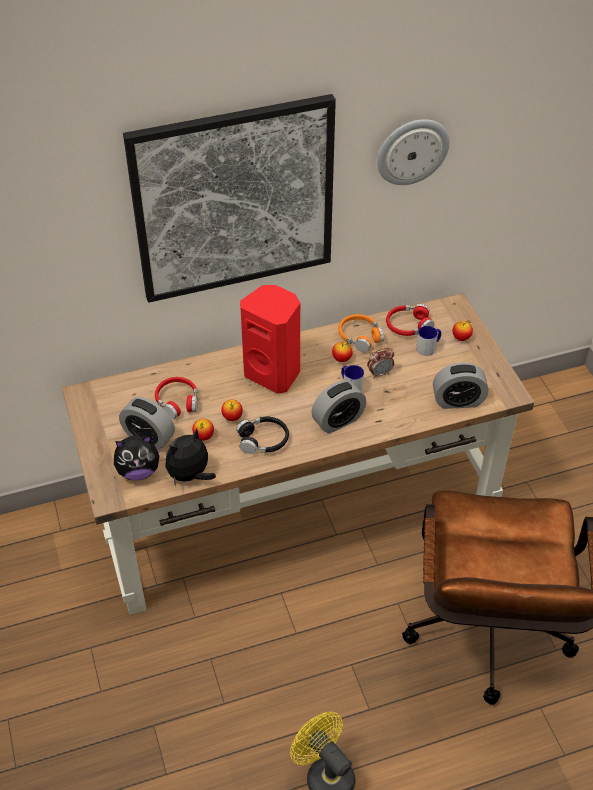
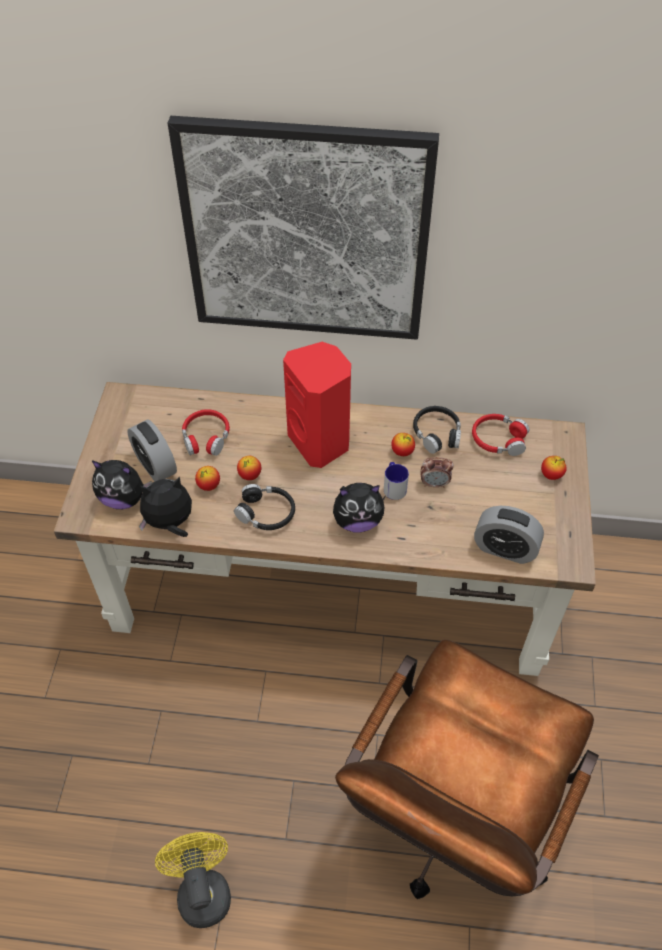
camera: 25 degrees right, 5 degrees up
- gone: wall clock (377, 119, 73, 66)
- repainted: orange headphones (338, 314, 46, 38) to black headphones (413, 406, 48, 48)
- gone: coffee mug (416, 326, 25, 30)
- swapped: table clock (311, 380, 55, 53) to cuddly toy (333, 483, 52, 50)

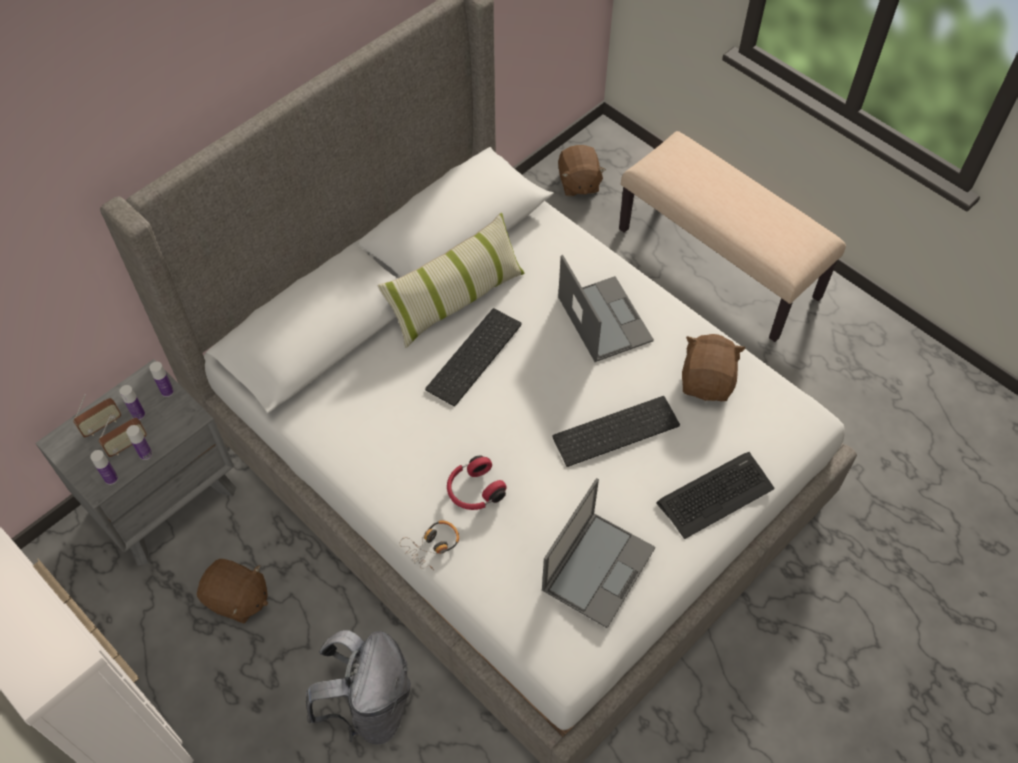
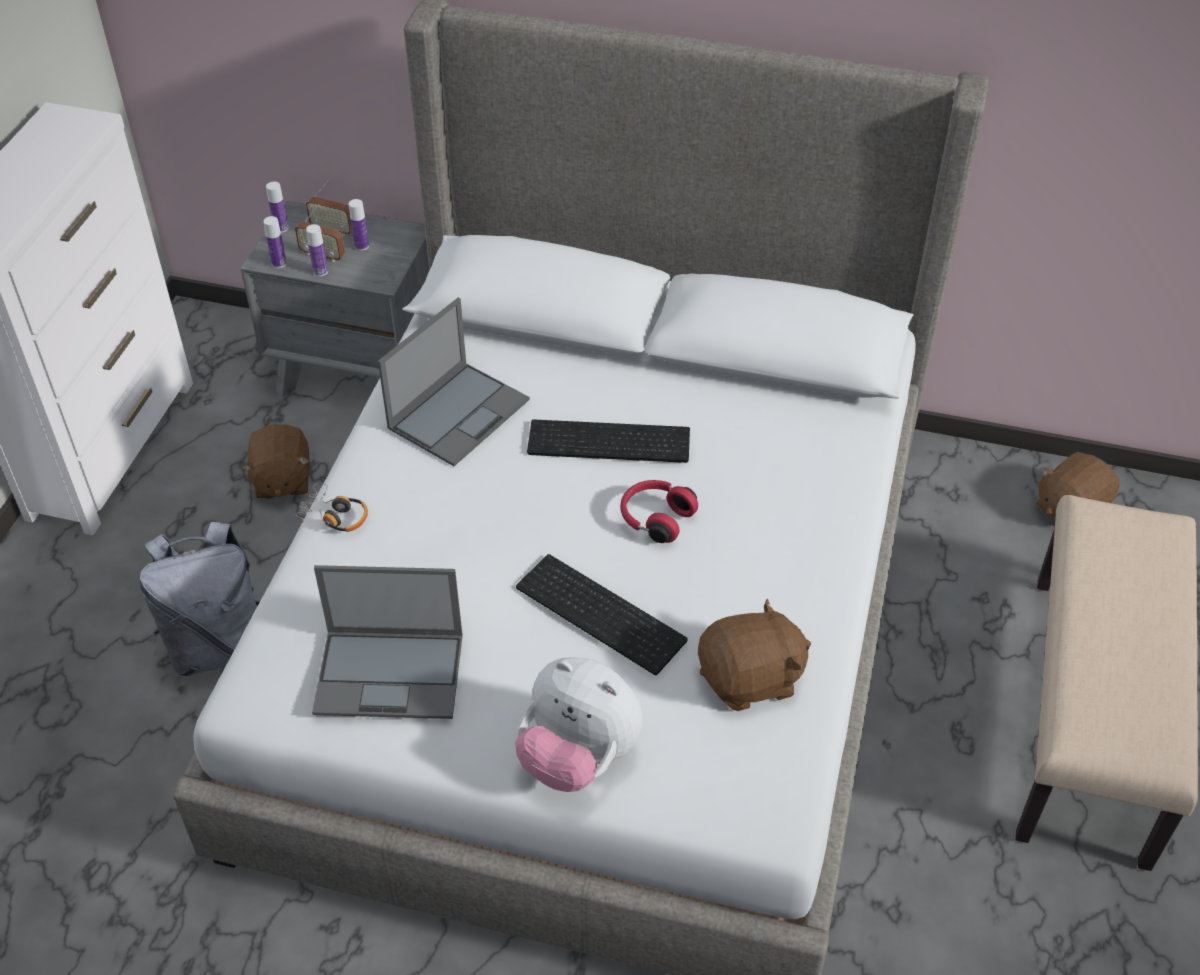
camera: 60 degrees right, 10 degrees down
- gone: throw pillow (378, 213, 147, 135)
- shifted: laptop (558, 255, 96, 107) to (378, 297, 152, 169)
- shifted: beverage bottle (149, 362, 25, 35) to (266, 182, 22, 51)
- swapped: computer keyboard (656, 452, 119, 87) to cuddly toy (515, 657, 128, 135)
- shifted: red headphones (447, 455, 60, 55) to (620, 480, 78, 63)

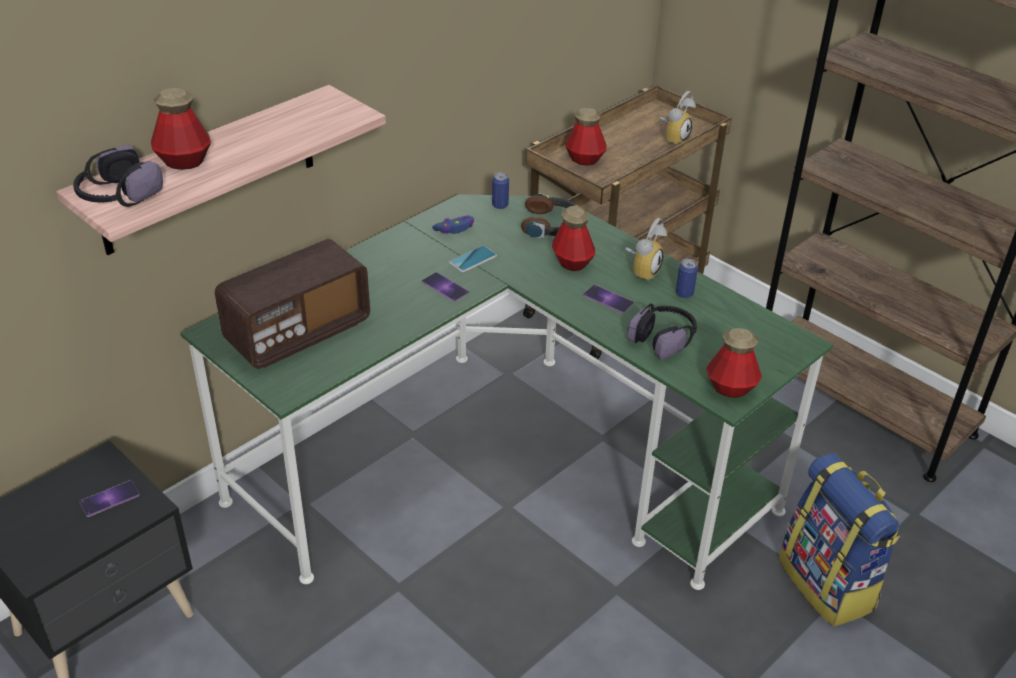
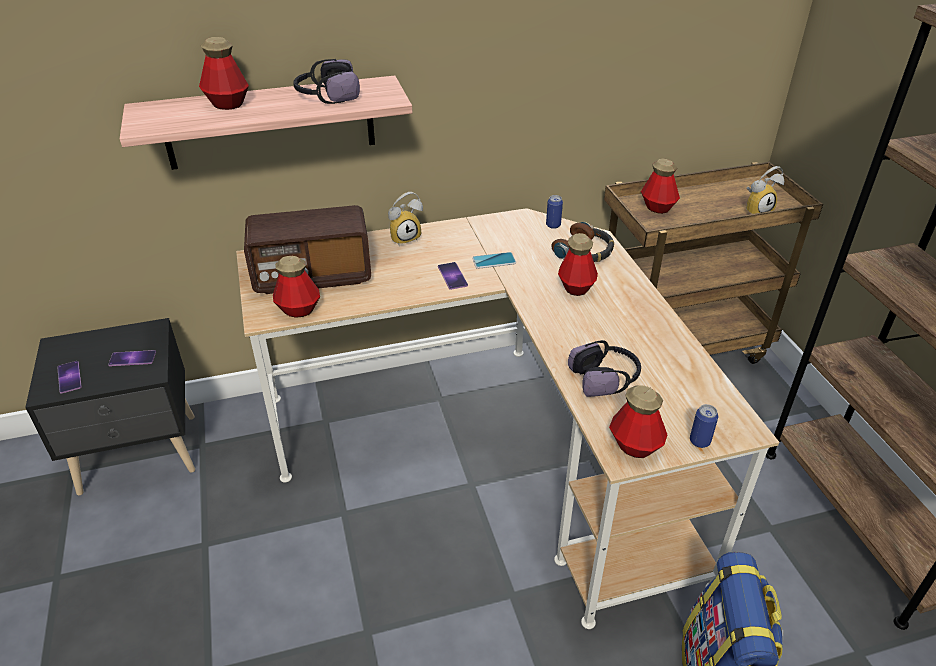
camera: 30 degrees right, 0 degrees up
- shifted: headphones (73, 145, 90, 62) to (293, 59, 67, 45)
- repainted: green desk (180, 194, 653, 396) to beige desk (236, 208, 543, 421)
- gone: blue game controller (432, 215, 42, 19)
- shifted: table clock (625, 218, 42, 63) to (388, 192, 35, 54)
- shifted: can (676, 259, 22, 39) to (690, 404, 28, 44)
- shifted: telephone (583, 285, 51, 28) to (57, 361, 25, 33)
- new: beverage bottle (273, 256, 47, 62)

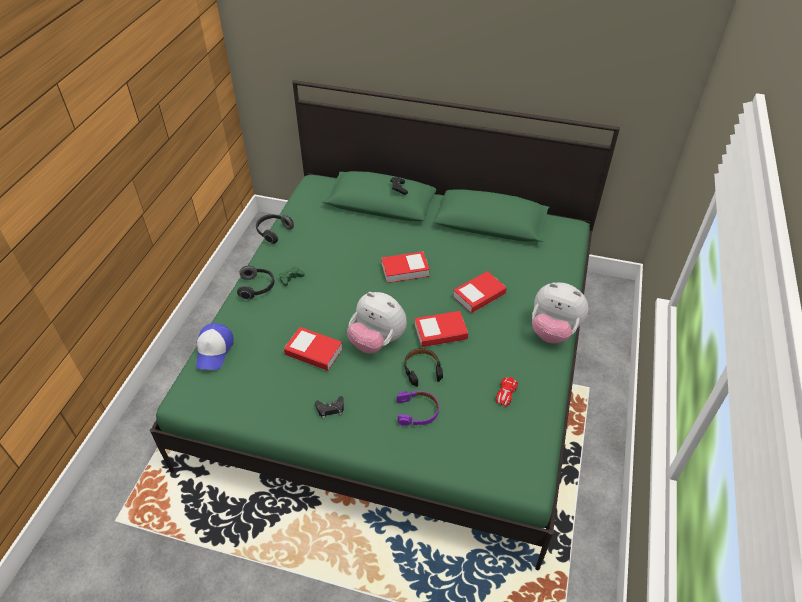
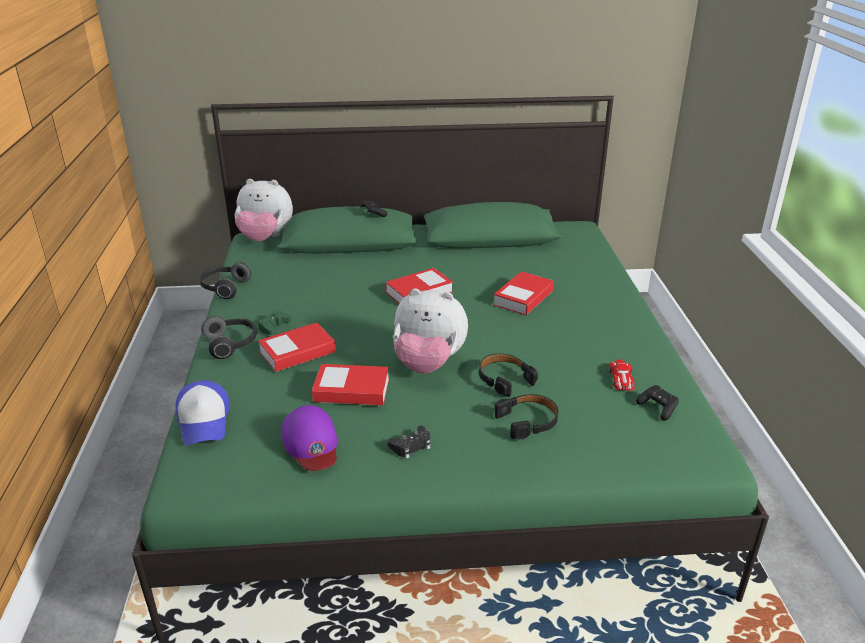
camera: 20 degrees left, 15 degrees down
- shifted: cuddly toy (532, 282, 57, 61) to (234, 179, 59, 62)
- shifted: volume (415, 311, 53, 36) to (258, 323, 78, 49)
- repainted: purple-coloured headphones (397, 391, 42, 35) to black headphones (494, 394, 64, 46)
- new: black game controller (636, 385, 43, 36)
- new: purple-coloured peaked cap (282, 405, 56, 66)

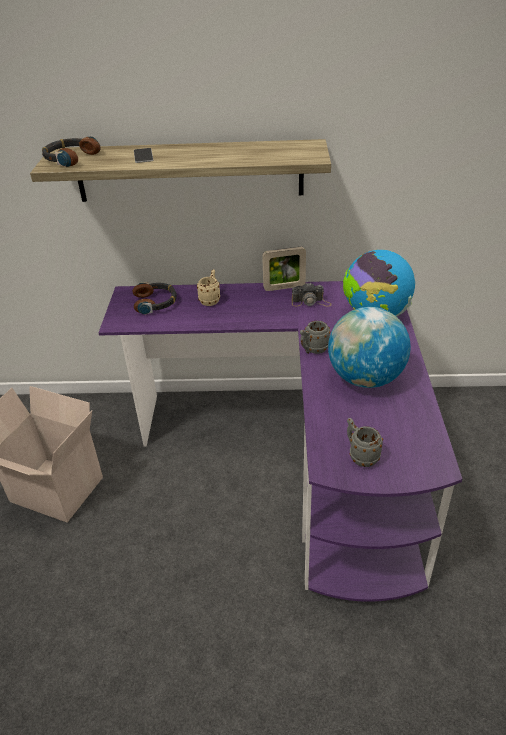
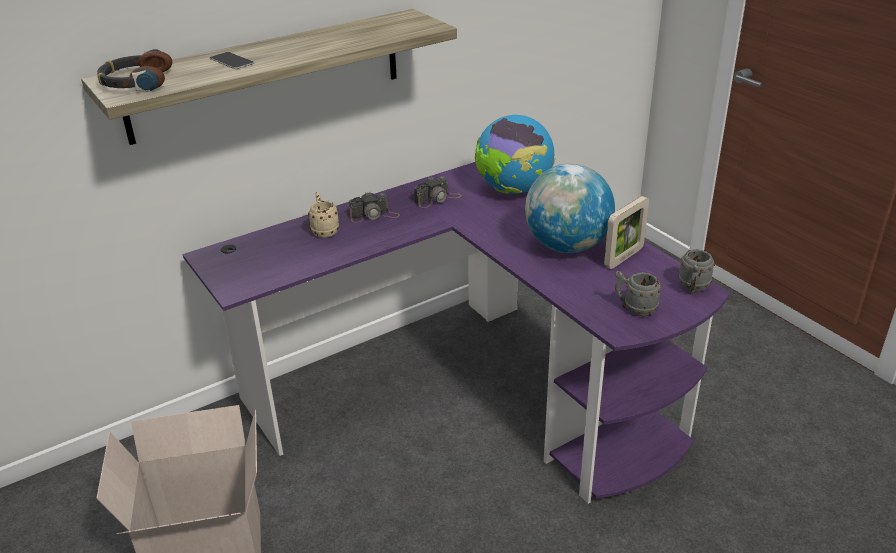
camera: 35 degrees left, 5 degrees down
- shifted: standing frame (262, 247, 44, 44) to (604, 196, 45, 73)
- gone: headphones (132, 282, 45, 33)
- shifted: grey coffee mug (300, 321, 30, 33) to (679, 249, 36, 45)
- new: photo camera (349, 192, 51, 31)

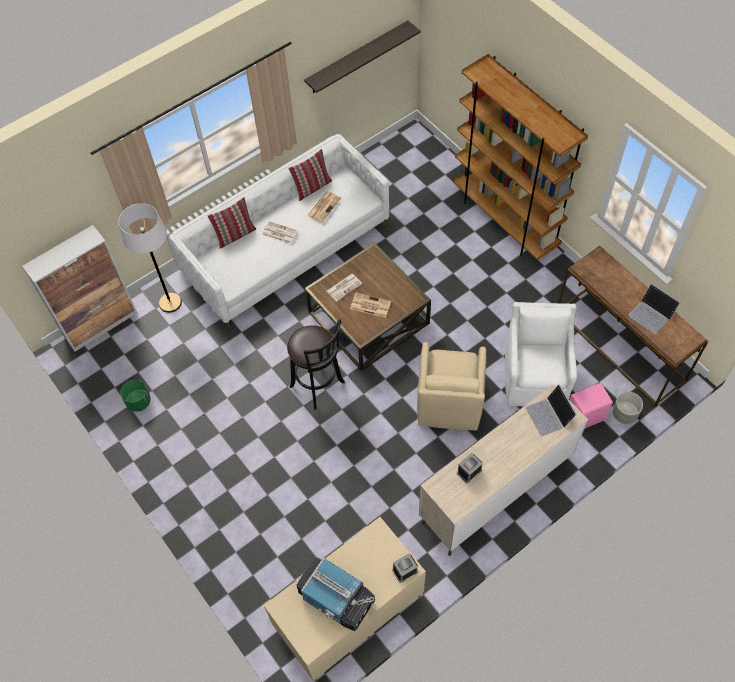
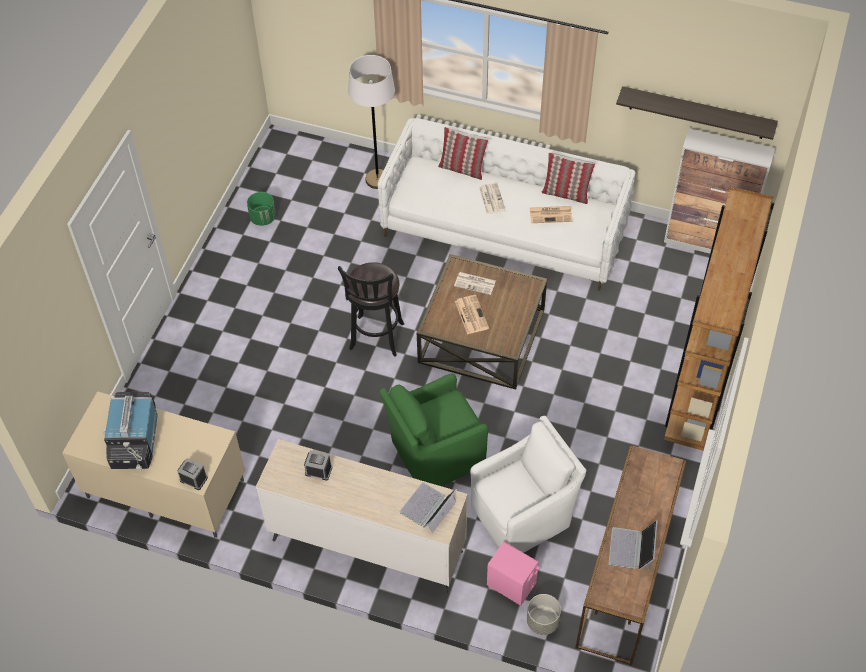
camera: 55 degrees right, 5 degrees down
- shifted: cupboard (22, 225, 115, 127) to (664, 128, 111, 126)
- repainted: beige easy chair (417, 342, 69, 89) to green easy chair (379, 374, 110, 112)

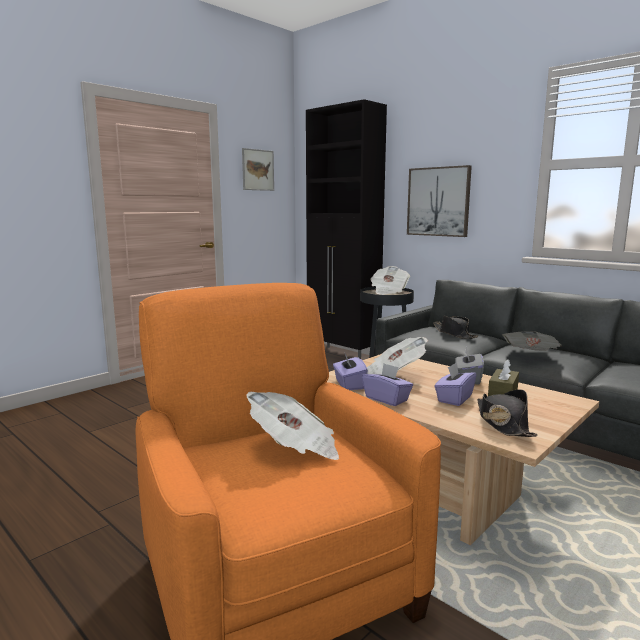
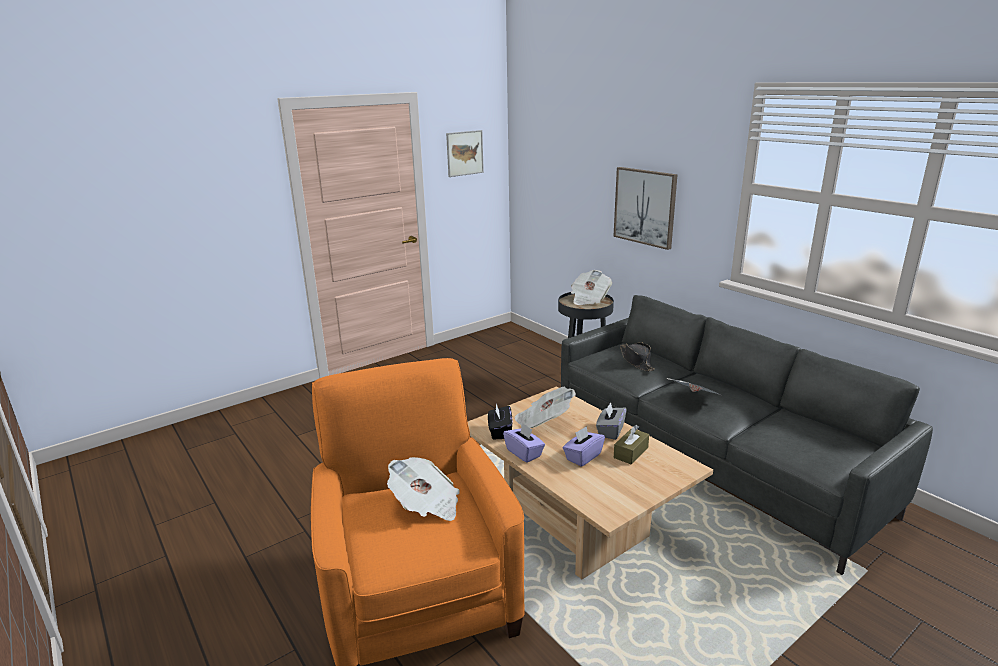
camera: 10 degrees right, 10 degrees up
- gone: black cupboard (306, 99, 81, 260)
- repainted: purple-coloured tissue holder (333, 354, 35, 36) to black tissue holder (488, 404, 24, 35)
- gone: black clothing hat (477, 389, 61, 48)

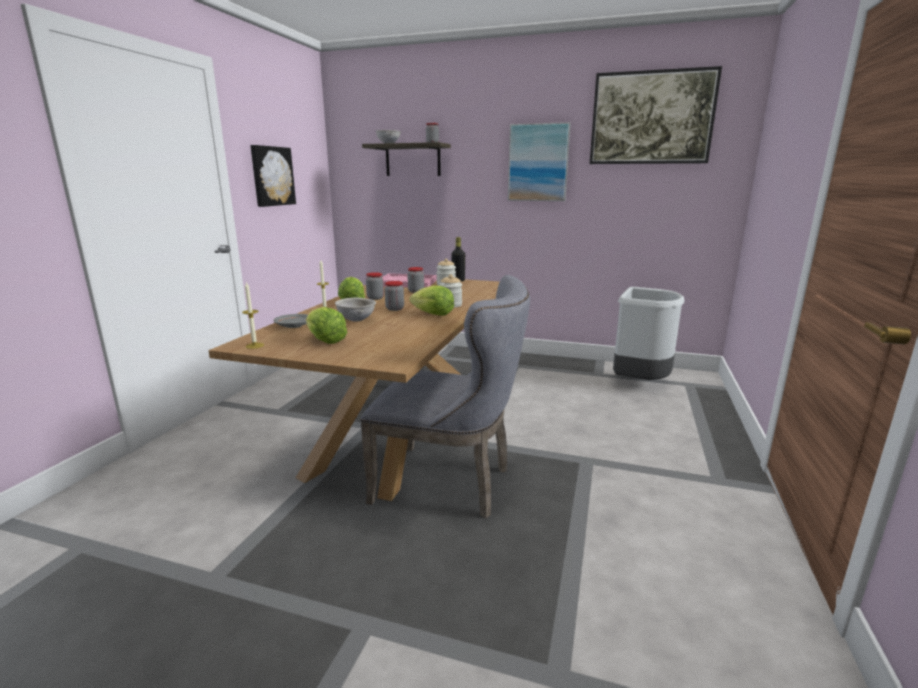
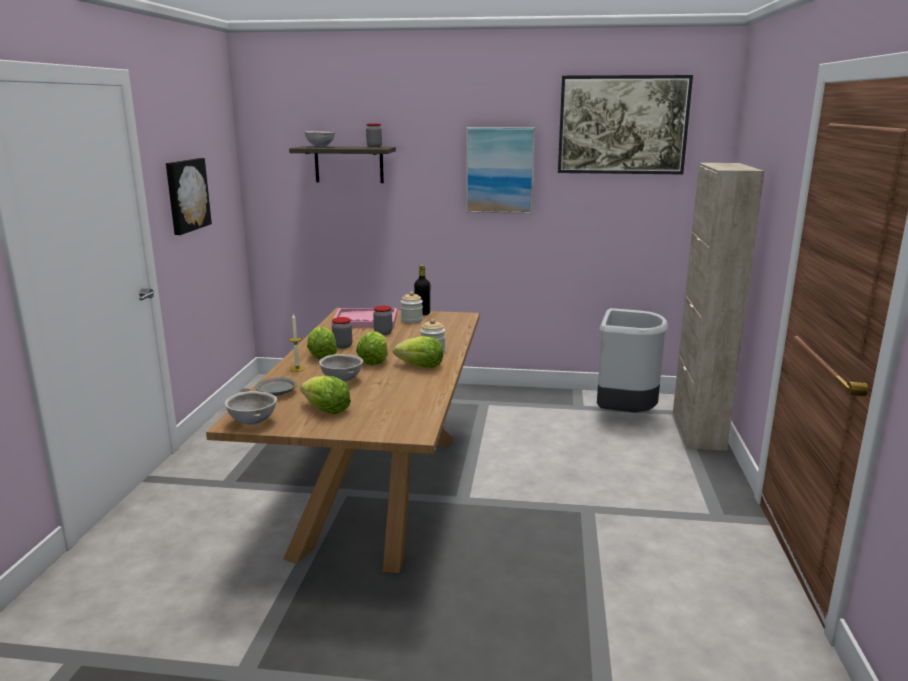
camera: 10 degrees left, 0 degrees up
- gone: grey chair (360, 275, 170, 244)
- swapped: storage jar (385, 281, 19, 30) to lettuce head (356, 331, 32, 35)
- swapped: wax candle (242, 282, 22, 67) to grey bowl (225, 391, 52, 34)
- new: beige cupboard (673, 163, 92, 288)

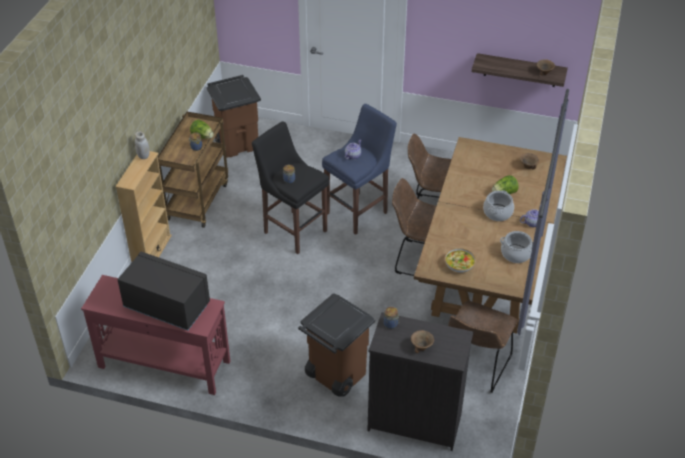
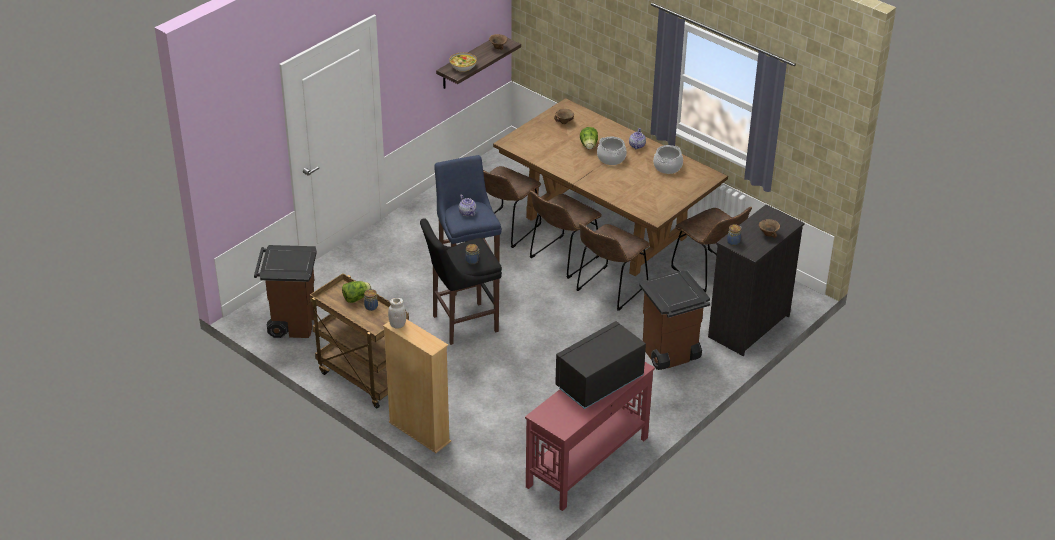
camera: 65 degrees left, 5 degrees down
- shifted: bowl (445, 248, 31, 25) to (449, 52, 28, 20)
- new: brownish chair (576, 223, 74, 88)

